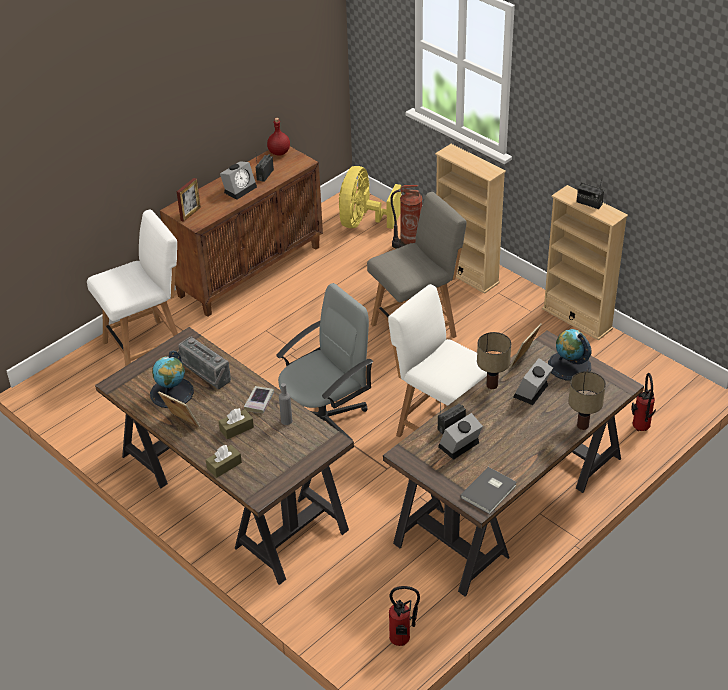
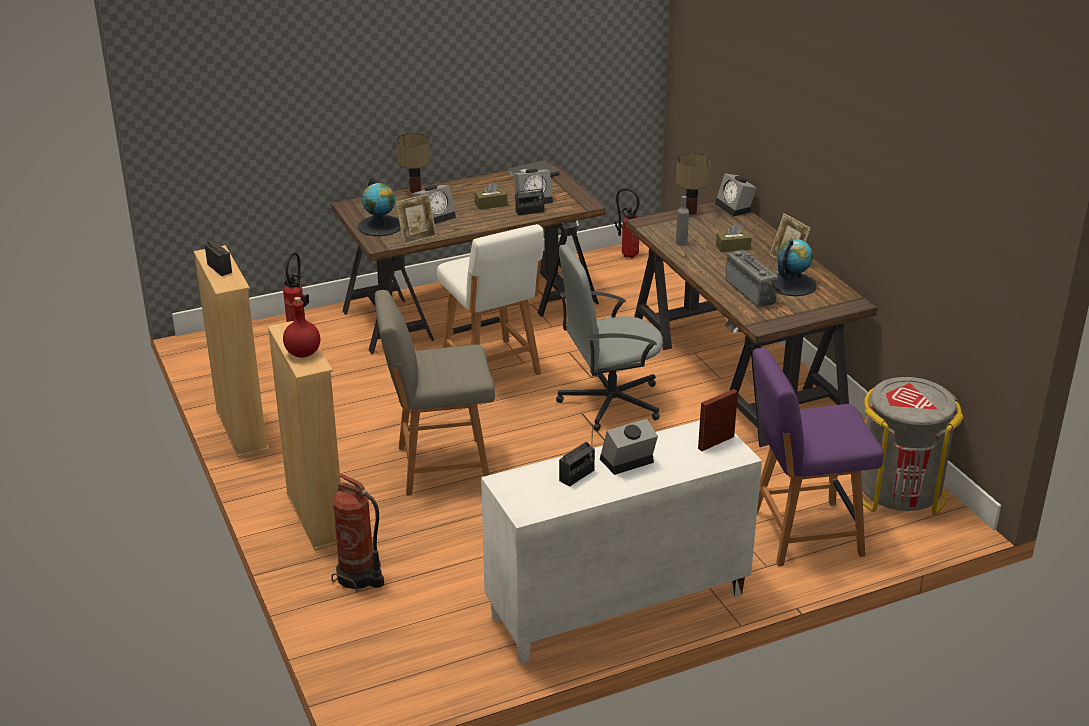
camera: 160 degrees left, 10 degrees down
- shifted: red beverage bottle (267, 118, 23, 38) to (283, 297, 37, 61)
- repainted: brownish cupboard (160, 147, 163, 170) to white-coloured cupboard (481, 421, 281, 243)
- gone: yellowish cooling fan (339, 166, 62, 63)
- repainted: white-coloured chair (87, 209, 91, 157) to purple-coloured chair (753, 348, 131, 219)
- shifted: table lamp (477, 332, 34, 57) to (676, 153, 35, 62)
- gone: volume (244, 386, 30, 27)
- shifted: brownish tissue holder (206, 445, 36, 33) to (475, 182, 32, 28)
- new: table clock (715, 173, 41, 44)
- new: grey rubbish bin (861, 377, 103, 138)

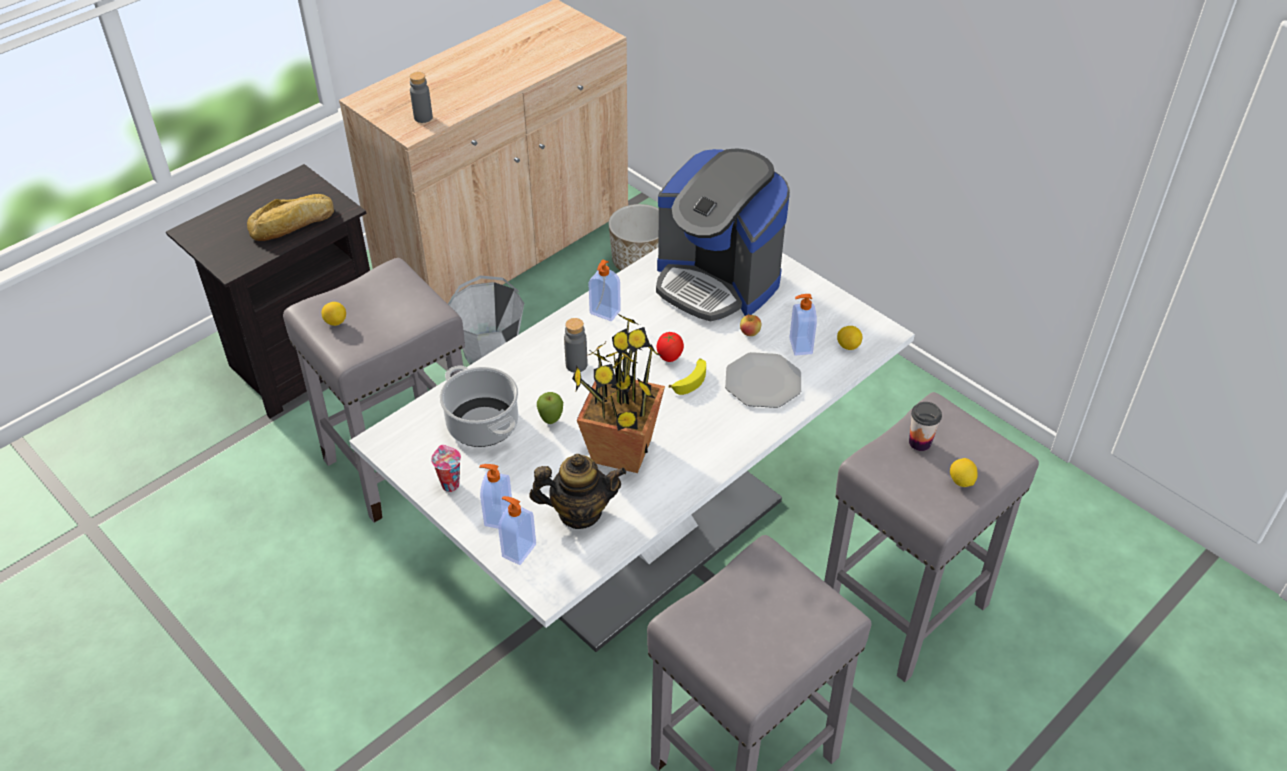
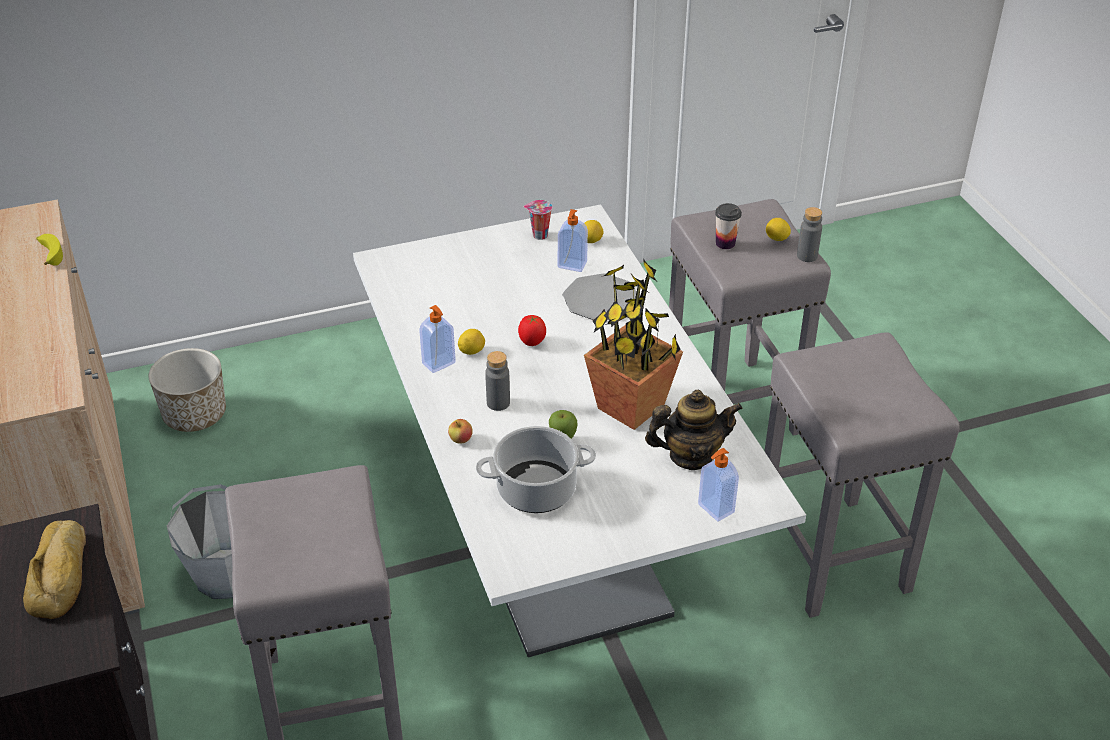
camera: 65 degrees left, 5 degrees down
- shifted: grey beverage bottle (410, 72, 23, 51) to (797, 207, 25, 55)
- gone: coffee brewer (656, 148, 134, 173)
- shifted: whole lemon (322, 302, 24, 24) to (458, 329, 27, 26)
- shifted: apple (740, 314, 22, 22) to (448, 419, 25, 25)
- shifted: banana (669, 358, 37, 37) to (36, 234, 27, 32)
- shifted: cup (431, 445, 30, 47) to (524, 200, 28, 40)
- rotated: pot for tea (529, 454, 97, 75) = (645, 390, 98, 80) 60 degrees clockwise
- gone: soap dispenser (479, 464, 33, 64)

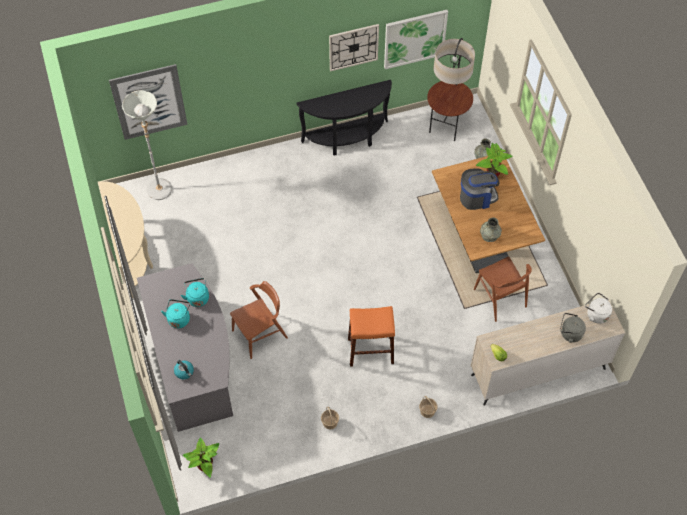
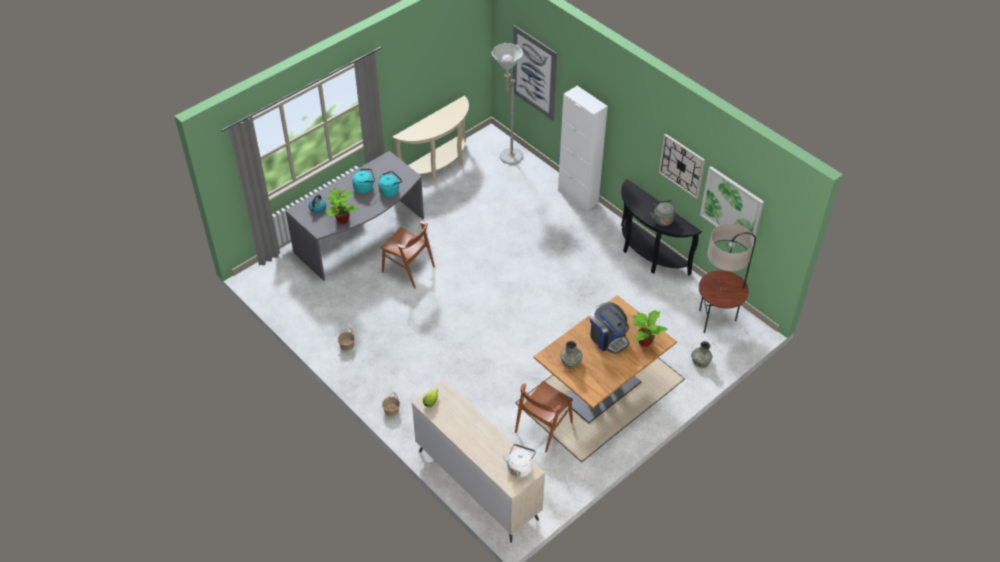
camera: 65 degrees right, 10 degrees down
- gone: orange sitting stool (348, 306, 47, 61)
- shifted: grey tea kettle (560, 313, 26, 30) to (650, 200, 25, 26)
- shifted: potted plant (183, 438, 36, 40) to (326, 187, 32, 37)
- new: white-coloured cupboard (558, 86, 50, 125)

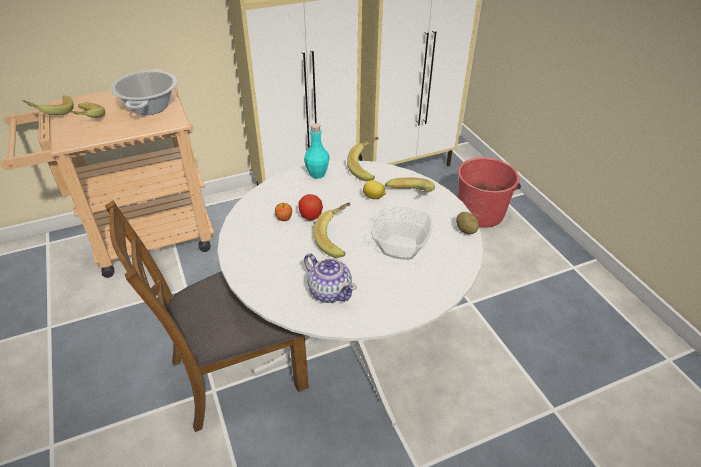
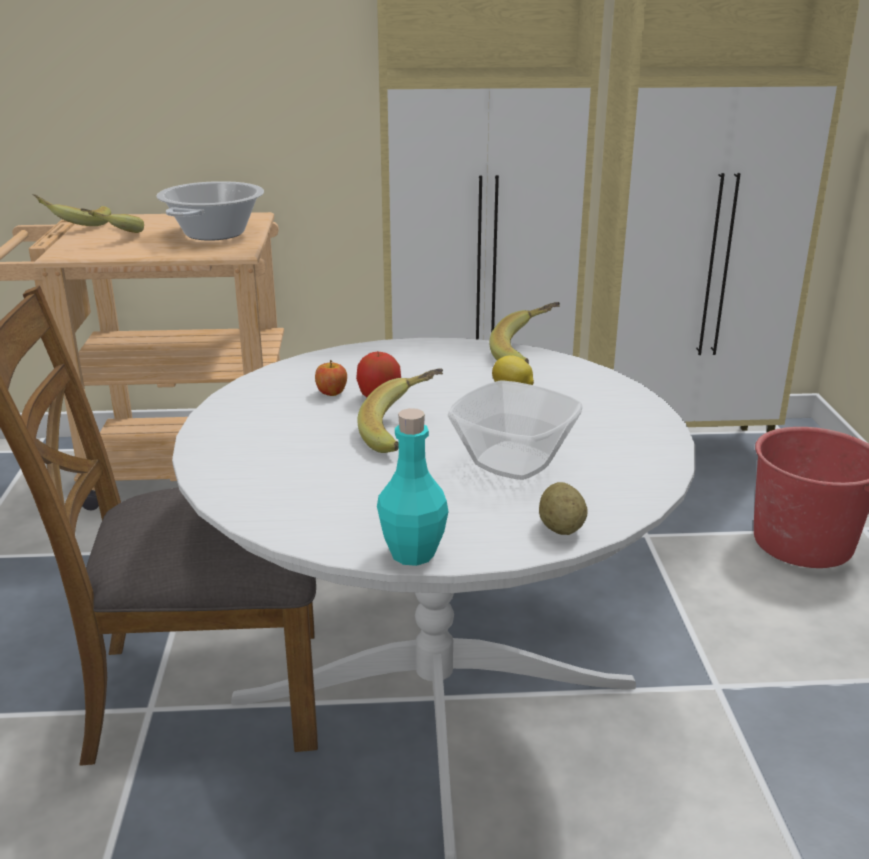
camera: 20 degrees right, 15 degrees down
- shifted: turquoise-coloured beverage bottle (304, 123, 26, 56) to (377, 408, 72, 158)
- gone: banana (385, 178, 50, 15)
- shifted: spud (456, 212, 23, 22) to (539, 482, 49, 53)
- gone: pot for tea (304, 253, 53, 50)

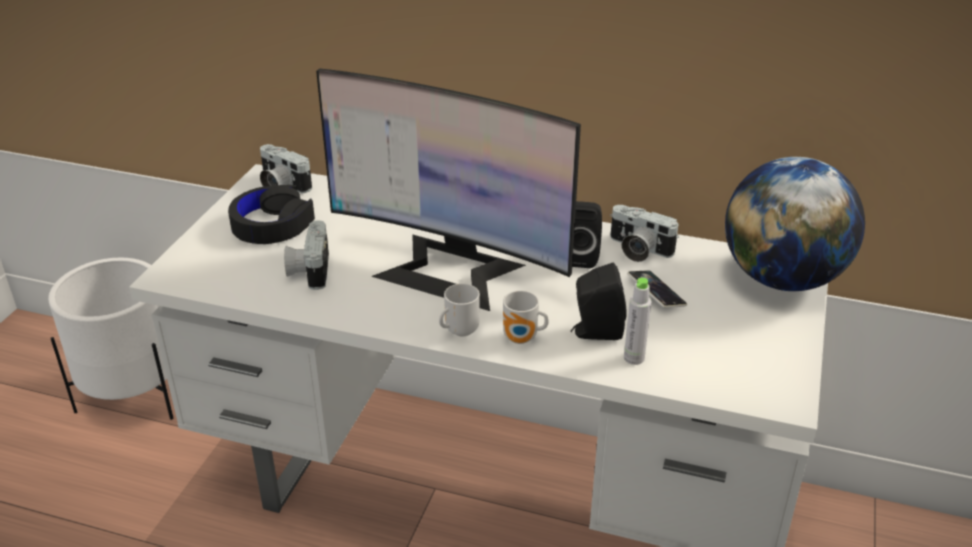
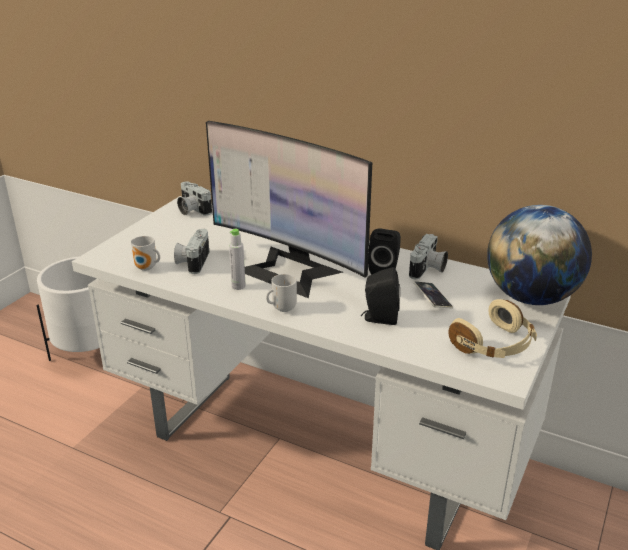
camera: 10 degrees right, 5 degrees down
- gone: black headphones (228, 185, 87, 59)
- rotated: photo camera (610, 205, 69, 57) = (409, 234, 39, 45) 105 degrees counterclockwise
- shifted: grey beverage bottle (624, 277, 27, 88) to (229, 229, 17, 61)
- shifted: coffee mug (503, 290, 46, 54) to (131, 236, 29, 35)
- new: beige headphones (448, 299, 89, 59)

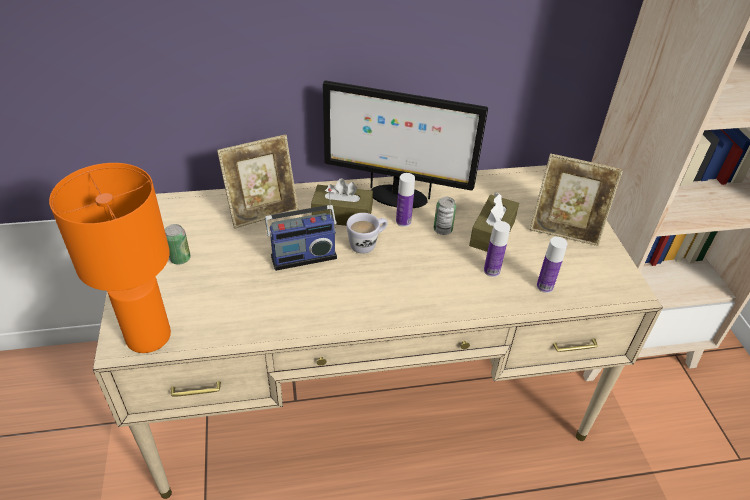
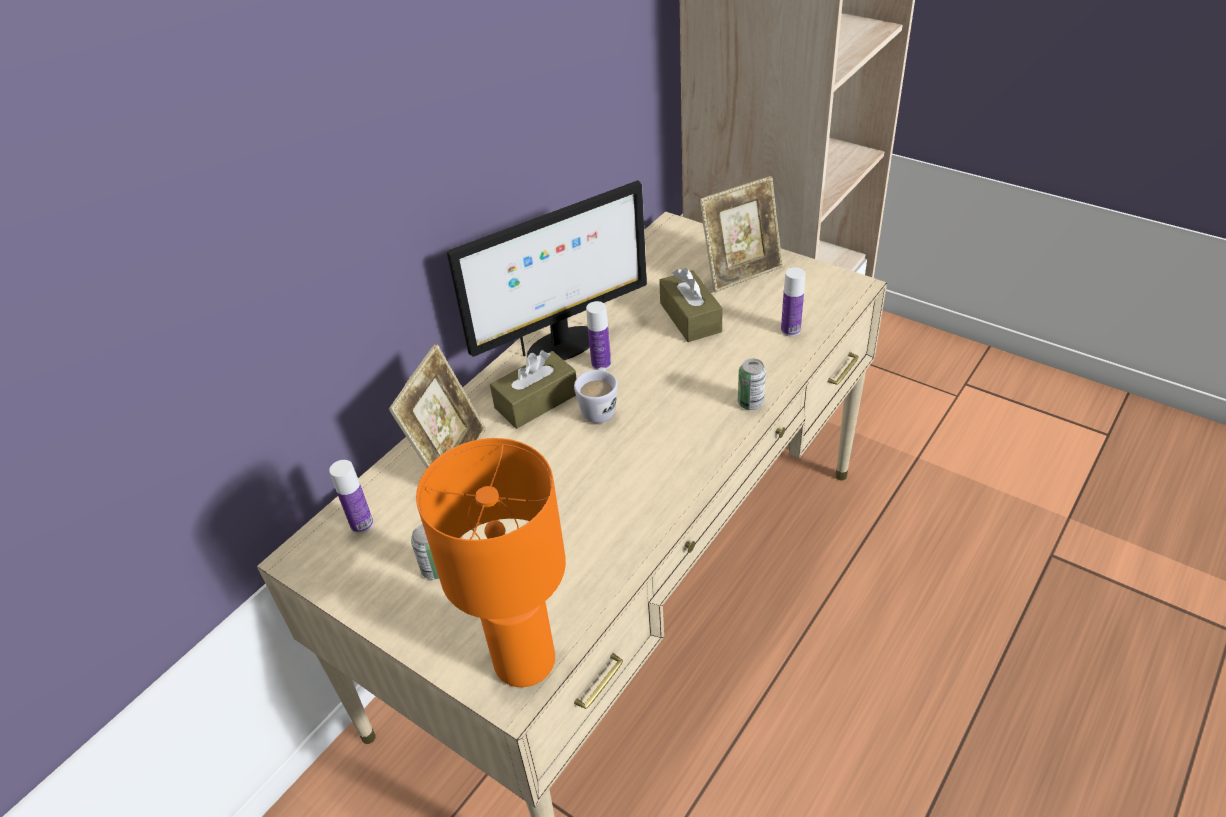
camera: 40 degrees left, 0 degrees up
- gone: radio set (265, 188, 72, 83)
- shifted: can (434, 197, 22, 38) to (738, 358, 28, 52)
- shifted: beverage bottle (484, 221, 26, 56) to (329, 460, 45, 74)

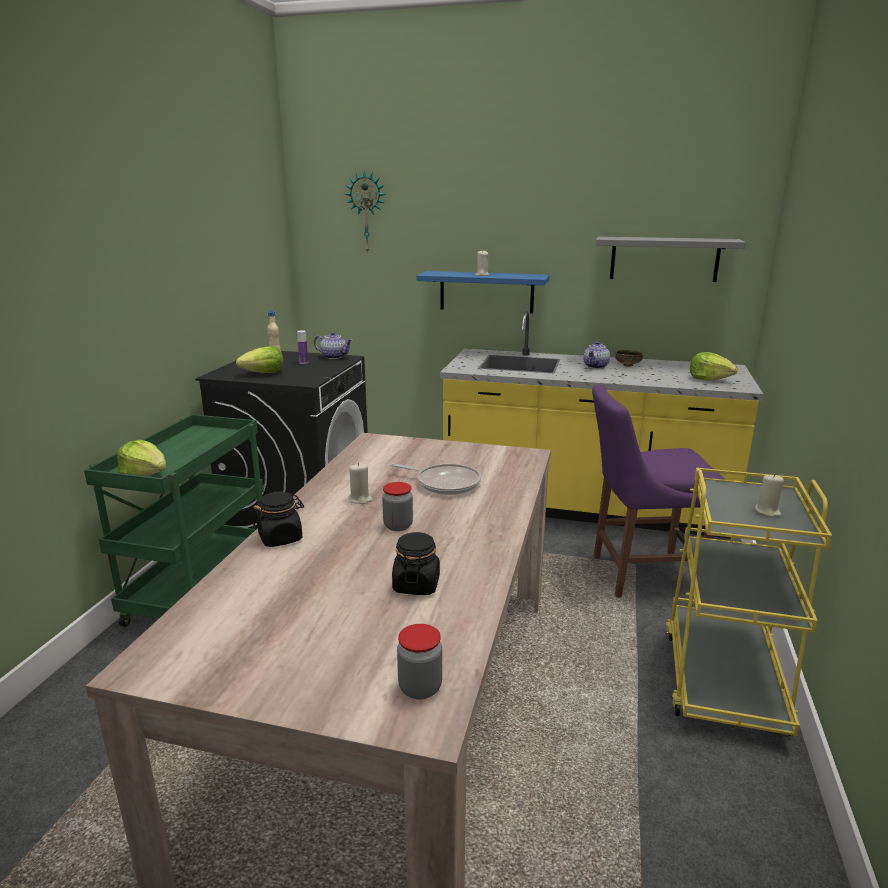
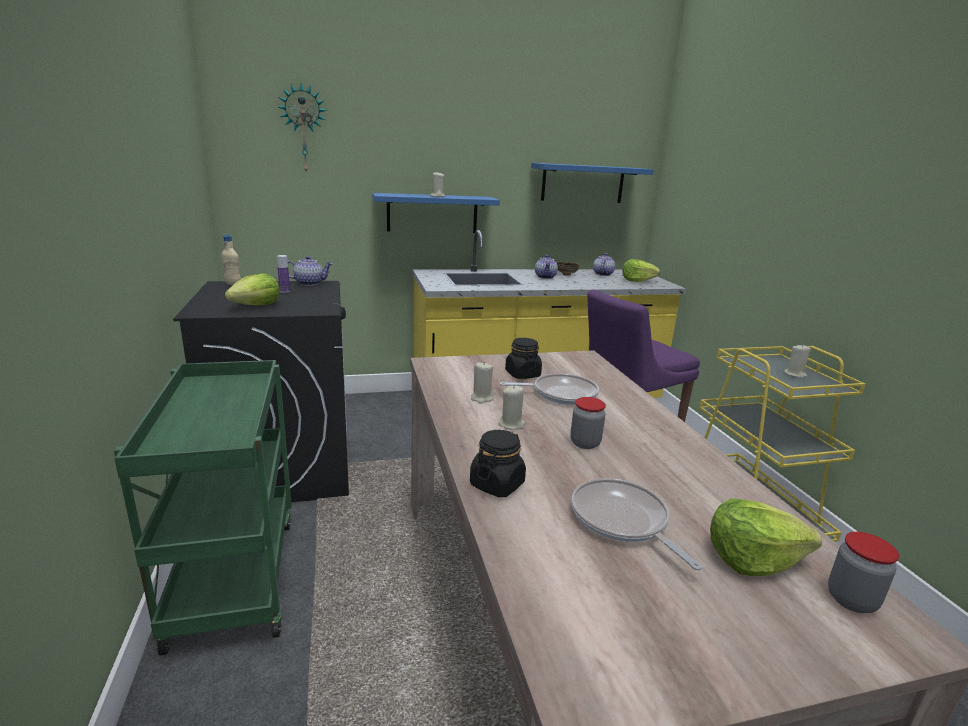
camera: 30 degrees left, 0 degrees up
- repainted: grey wall shelf (595, 237, 151, 45) to blue wall shelf (531, 163, 123, 40)
- shifted: lettuce head (117, 440, 50, 36) to (710, 499, 112, 77)
- shifted: black storage jar (392, 532, 48, 63) to (505, 338, 37, 41)
- new: pot for tea (593, 253, 22, 23)
- new: beige wax candle (471, 362, 23, 42)
- new: pan (571, 478, 131, 92)

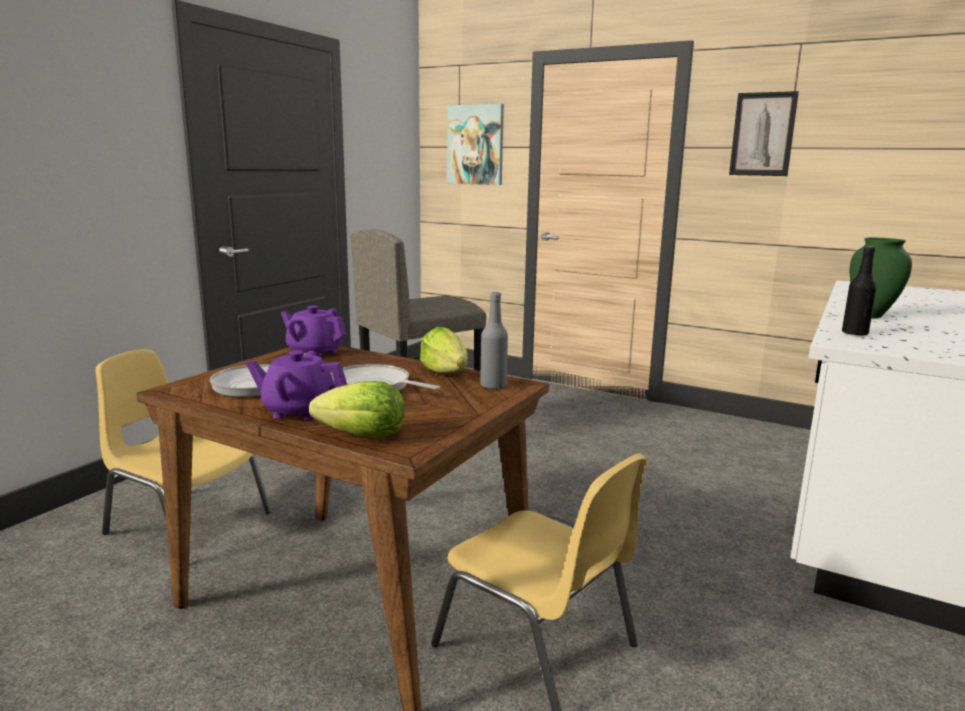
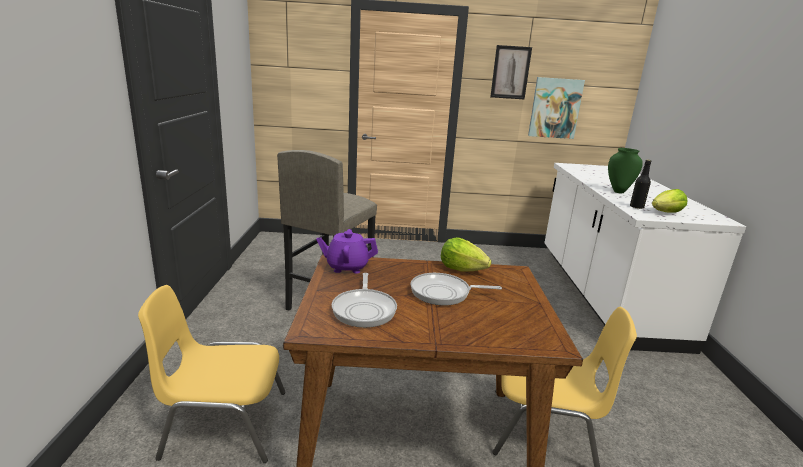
camera: 30 degrees left, 5 degrees up
- shifted: picture (447, 104, 57, 81) to (528, 77, 57, 62)
- gone: grey beverage bottle (480, 292, 28, 98)
- gone: purple-coloured pot for tea (246, 350, 101, 70)
- shifted: lettuce head (309, 381, 96, 57) to (652, 189, 35, 24)

